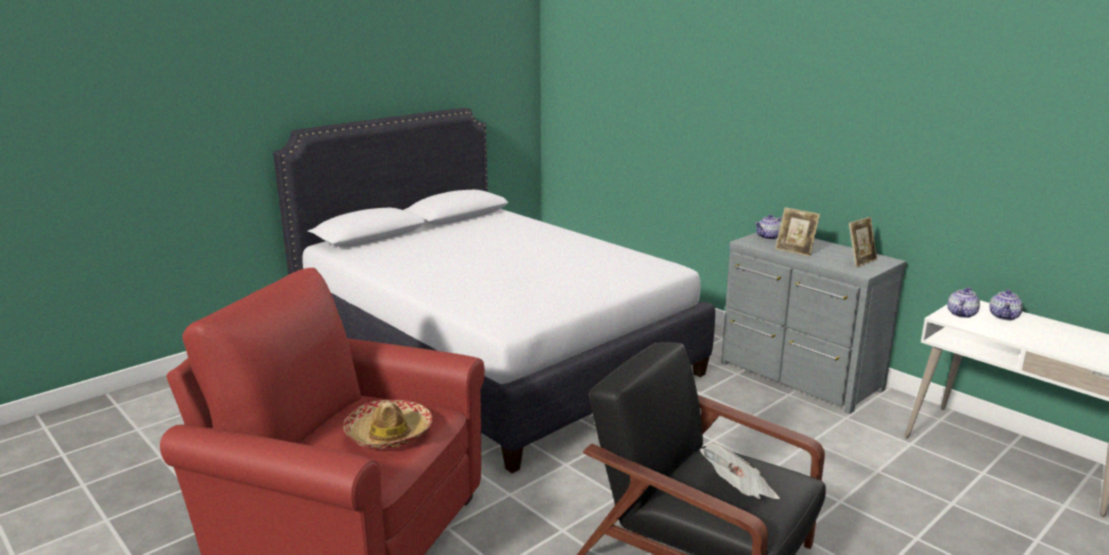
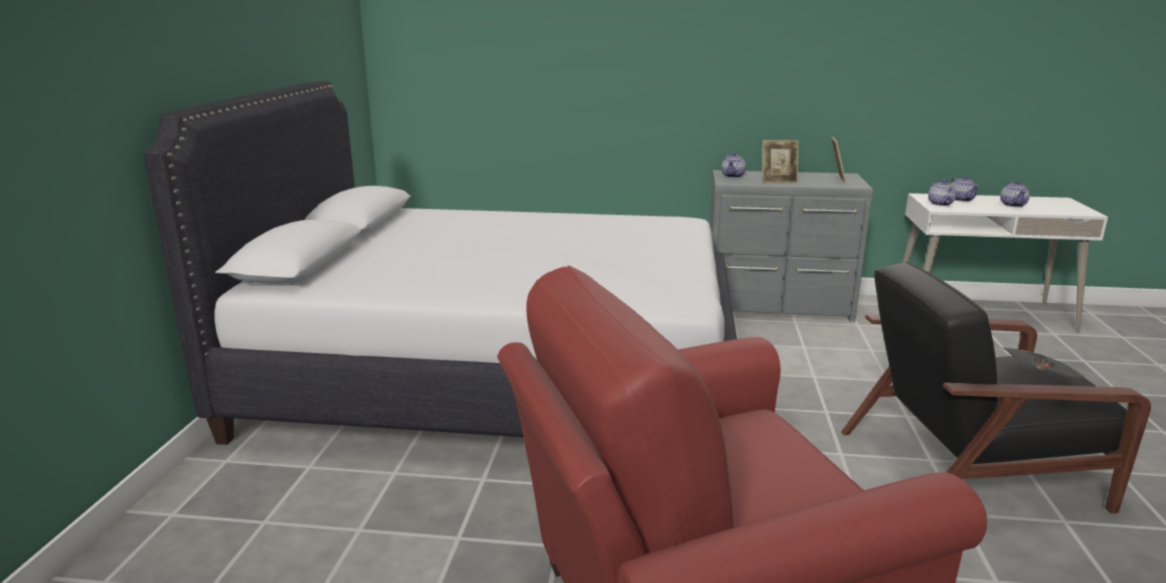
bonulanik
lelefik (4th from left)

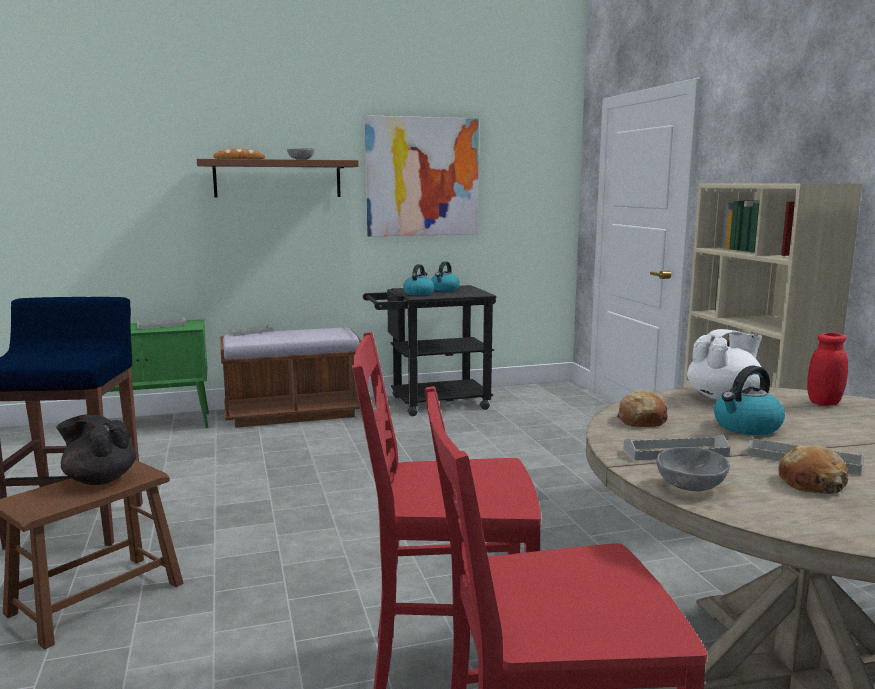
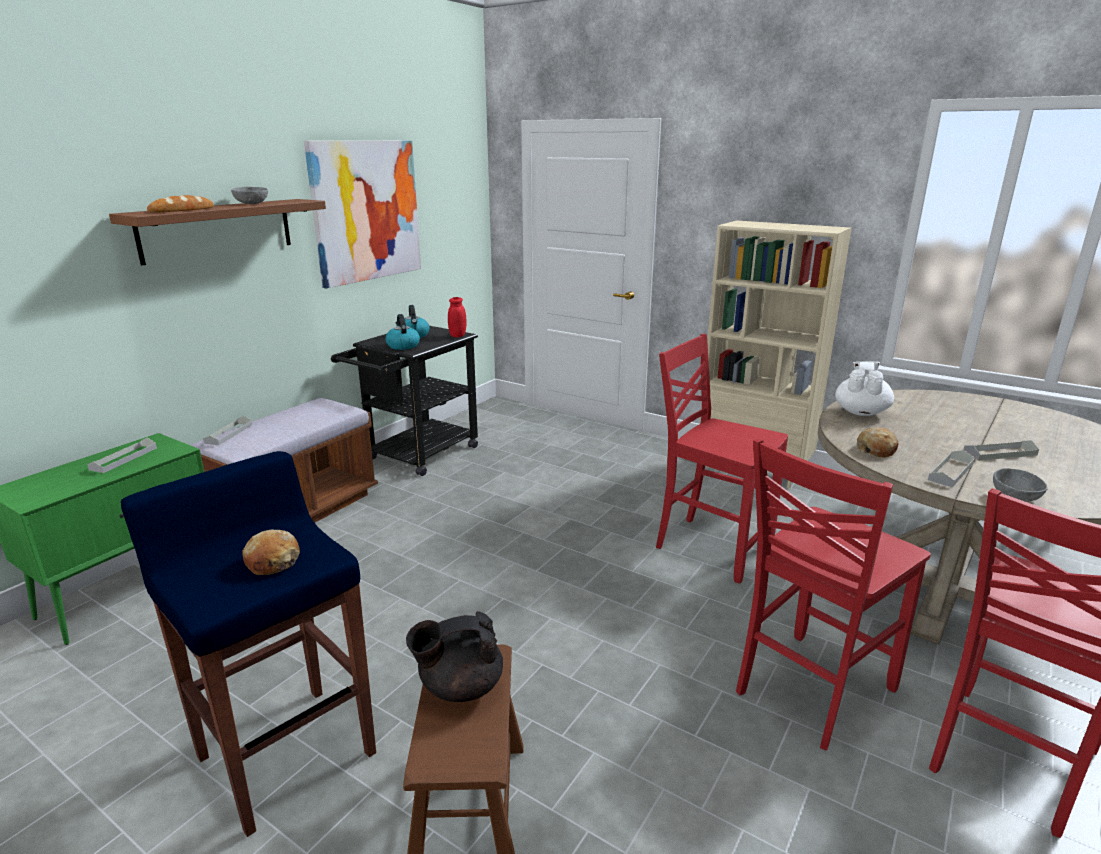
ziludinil (3rd from left in the first image)
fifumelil (2nd from left)
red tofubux
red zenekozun (1st from left)

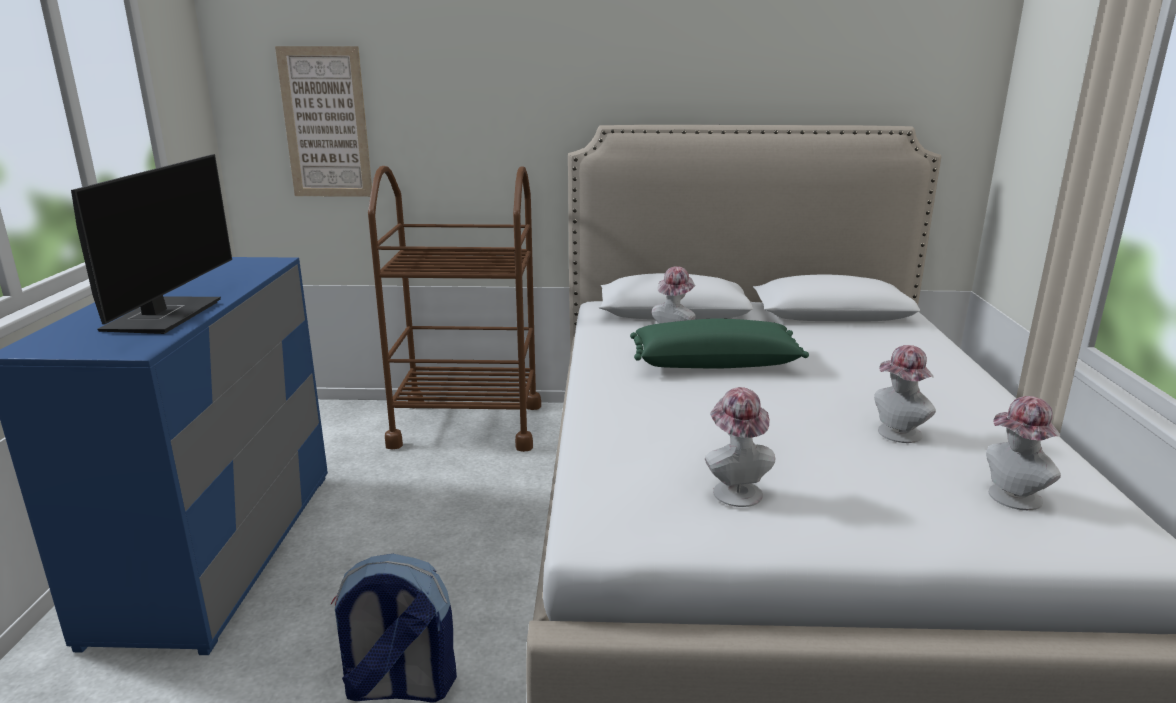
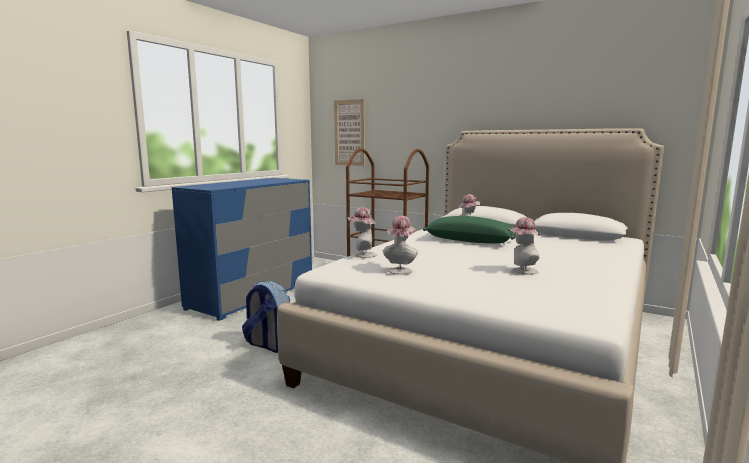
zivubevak
bonulanik (1st from left)

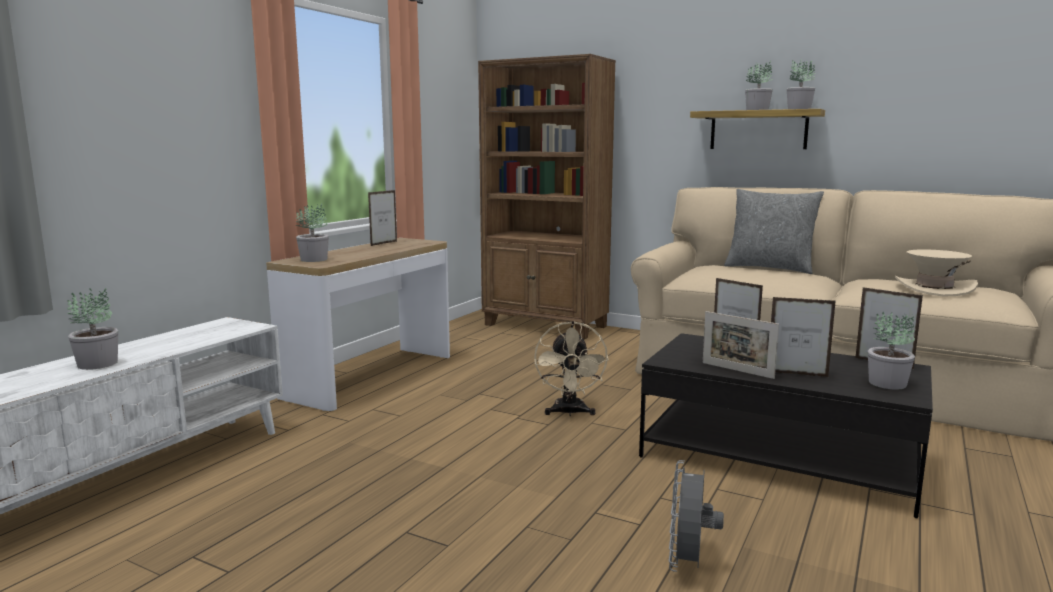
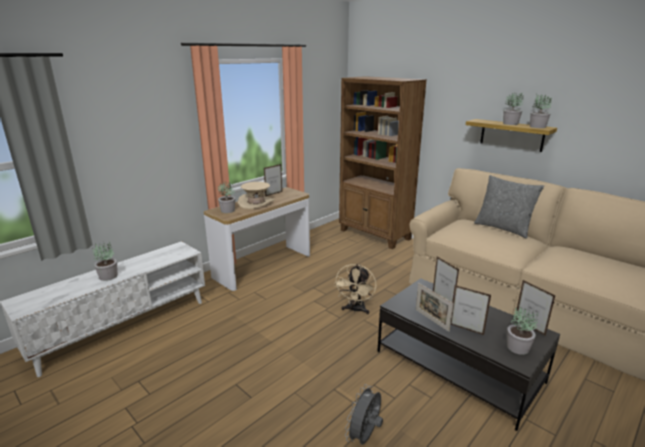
beige bonulanik

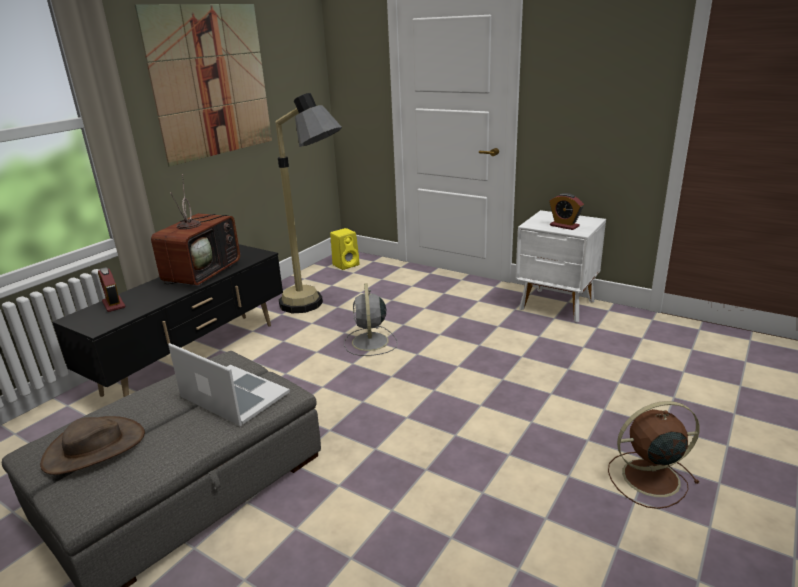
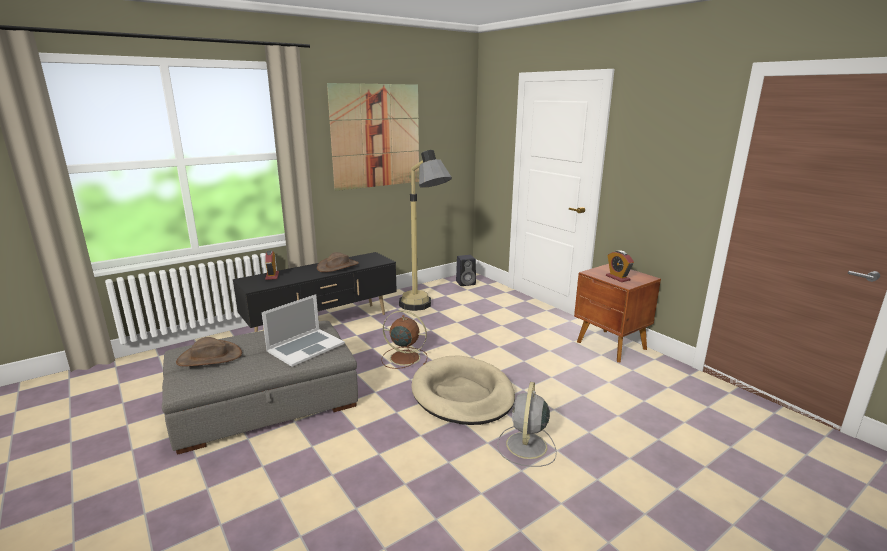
brown bonulanik (2nd from left)
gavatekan
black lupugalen
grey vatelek
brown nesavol
brown vatelek
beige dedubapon

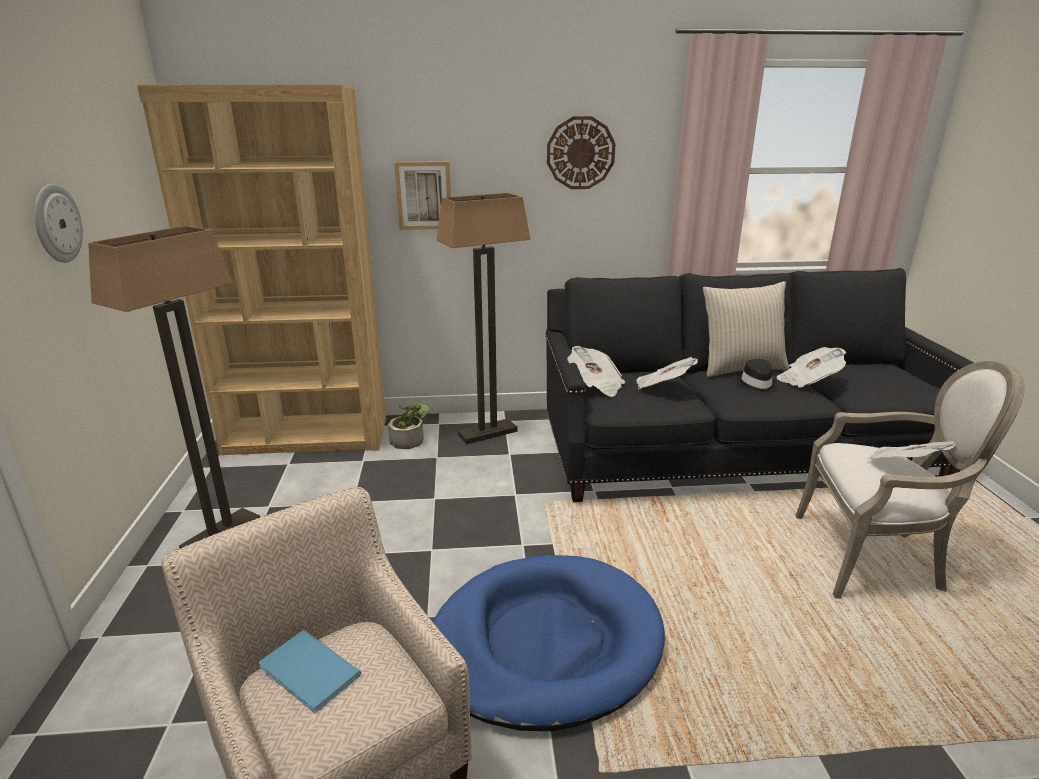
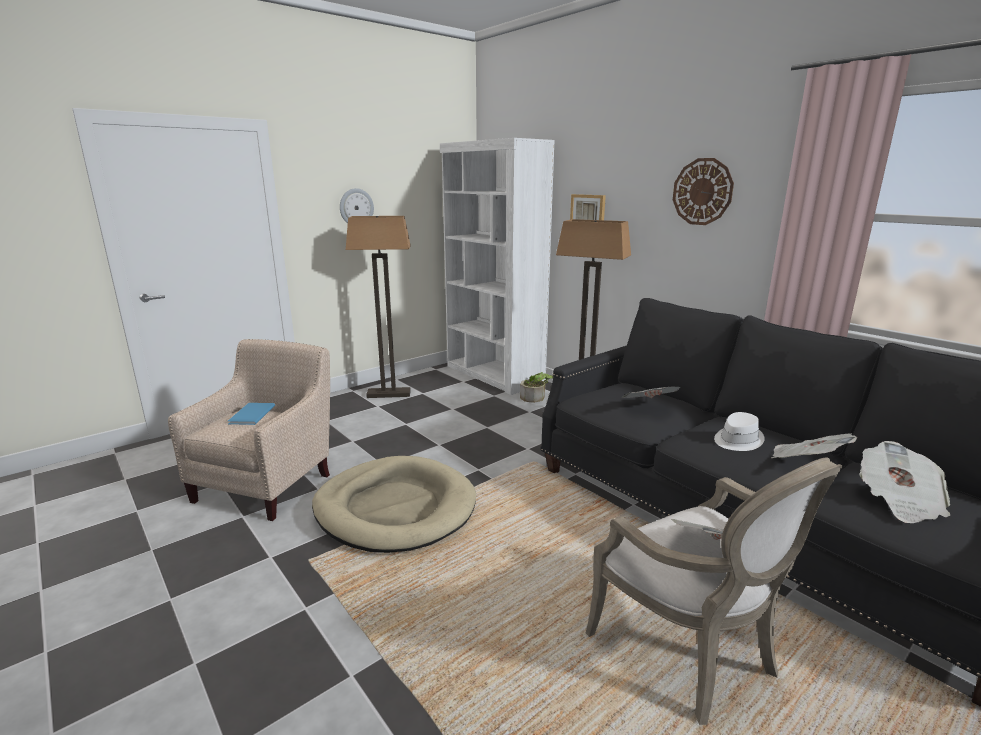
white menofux
beige dedubapon
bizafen (4th from left)
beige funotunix
white bonulanik

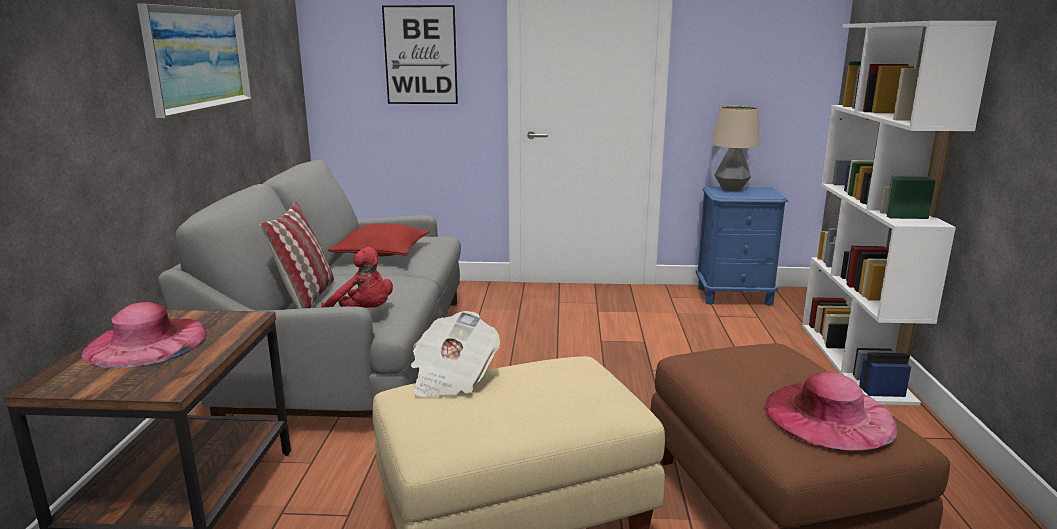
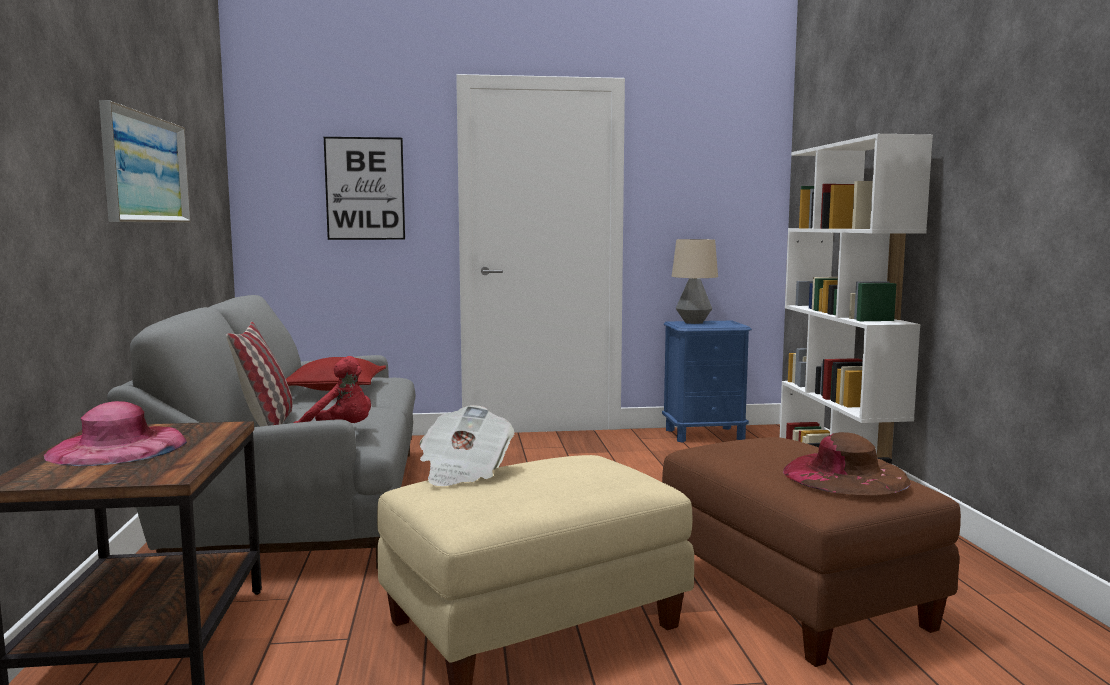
brown bonulanik

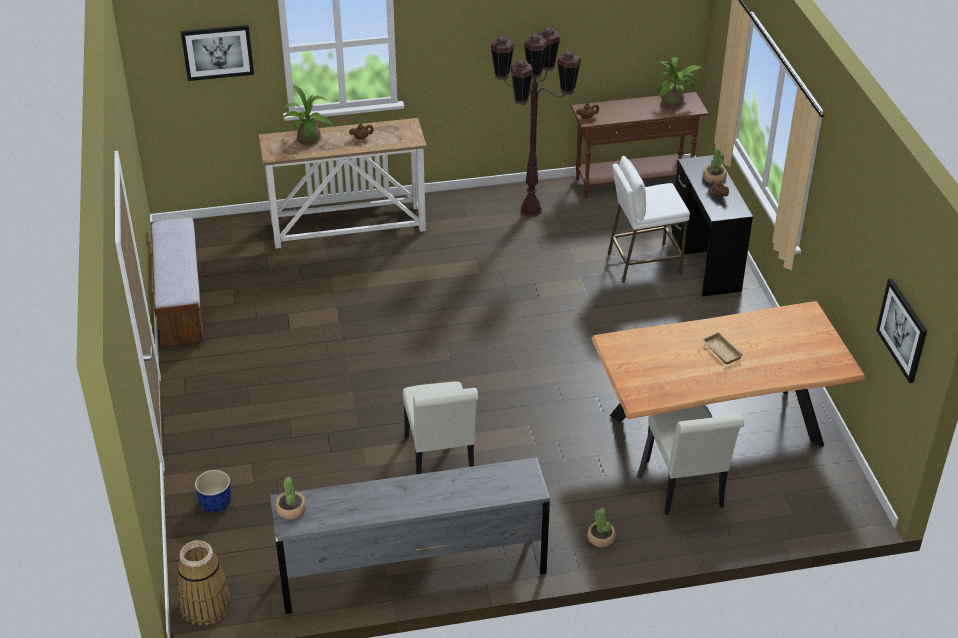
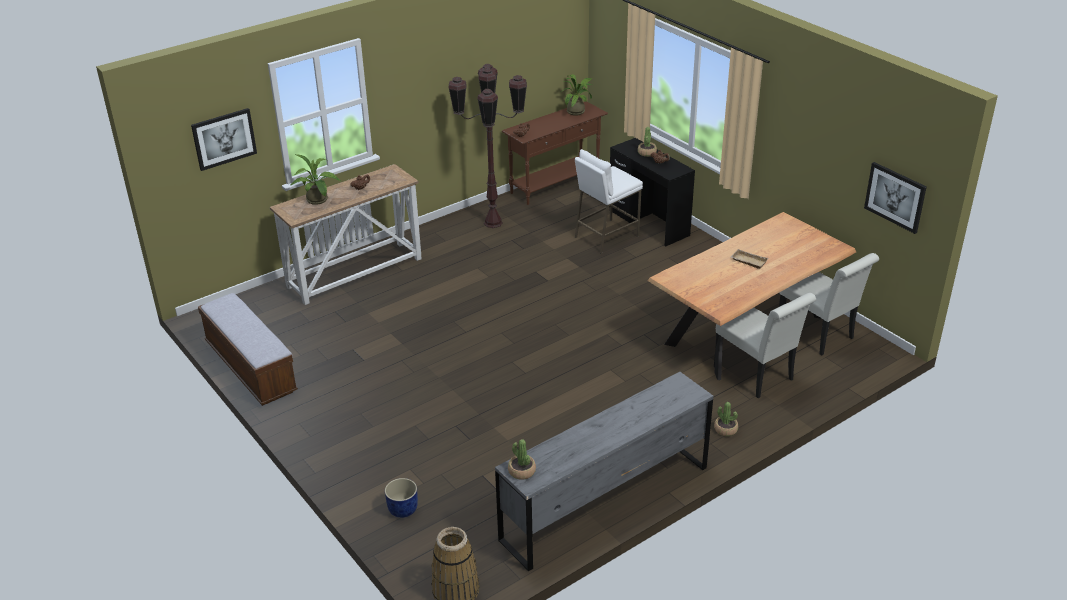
white zenekozun (2nd from left)

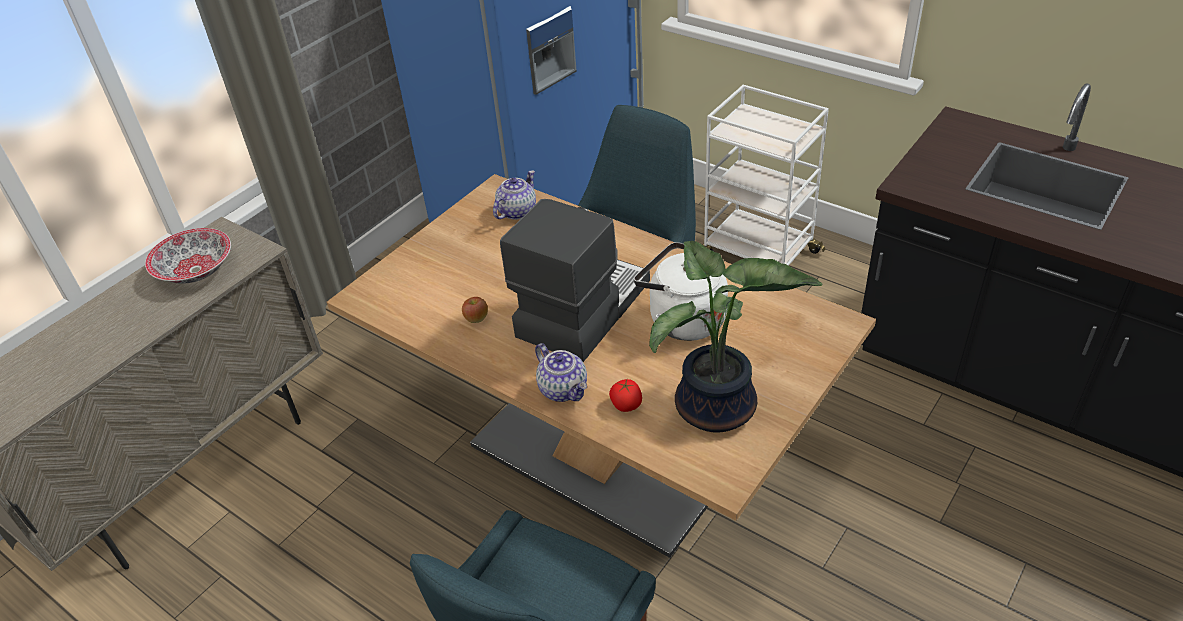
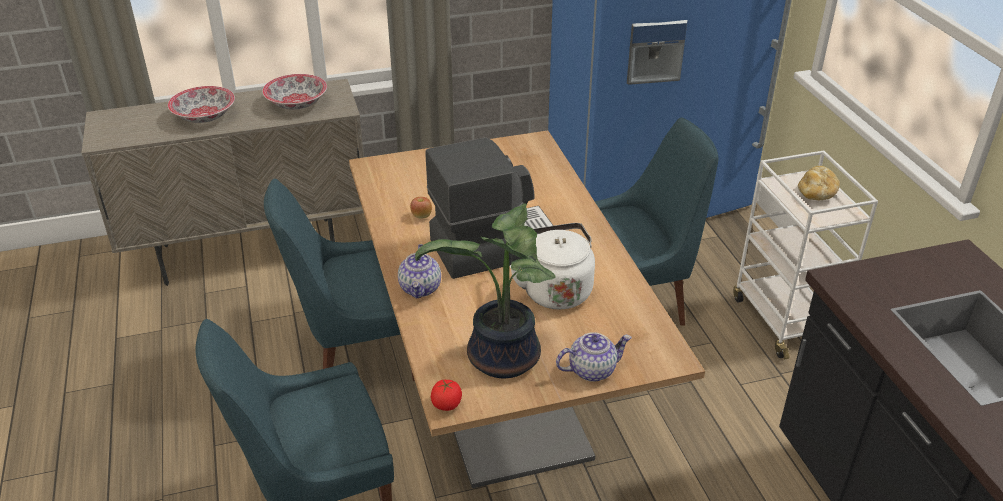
lelefik (2nd from left)
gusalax
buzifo (1st from left)
blue zenekozun (2nd from left)
fifumelil

